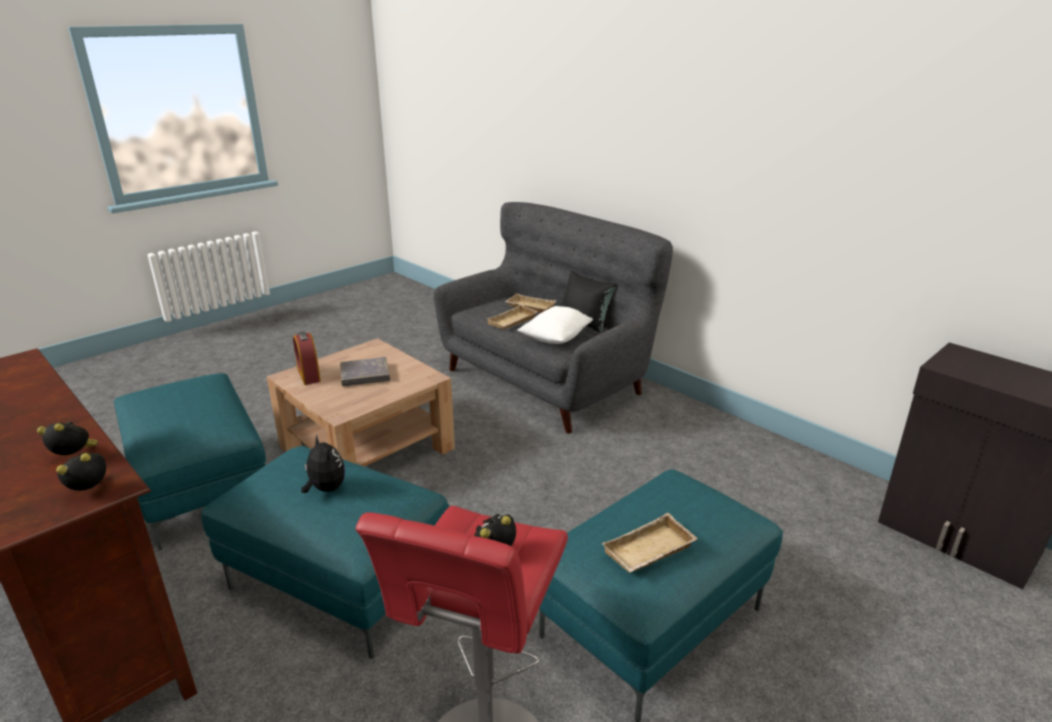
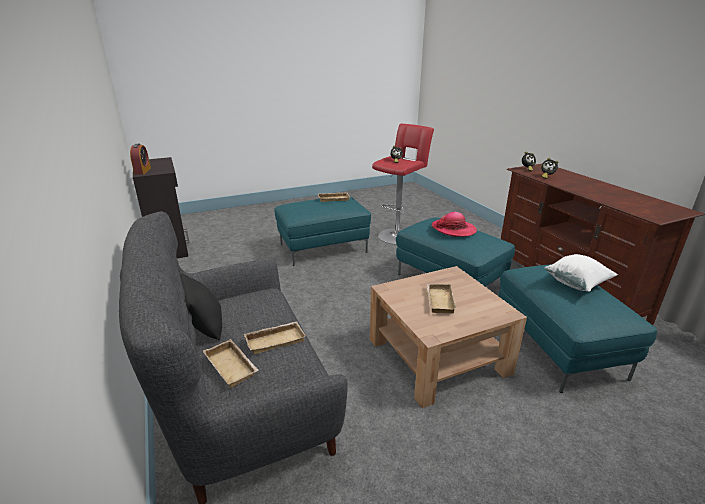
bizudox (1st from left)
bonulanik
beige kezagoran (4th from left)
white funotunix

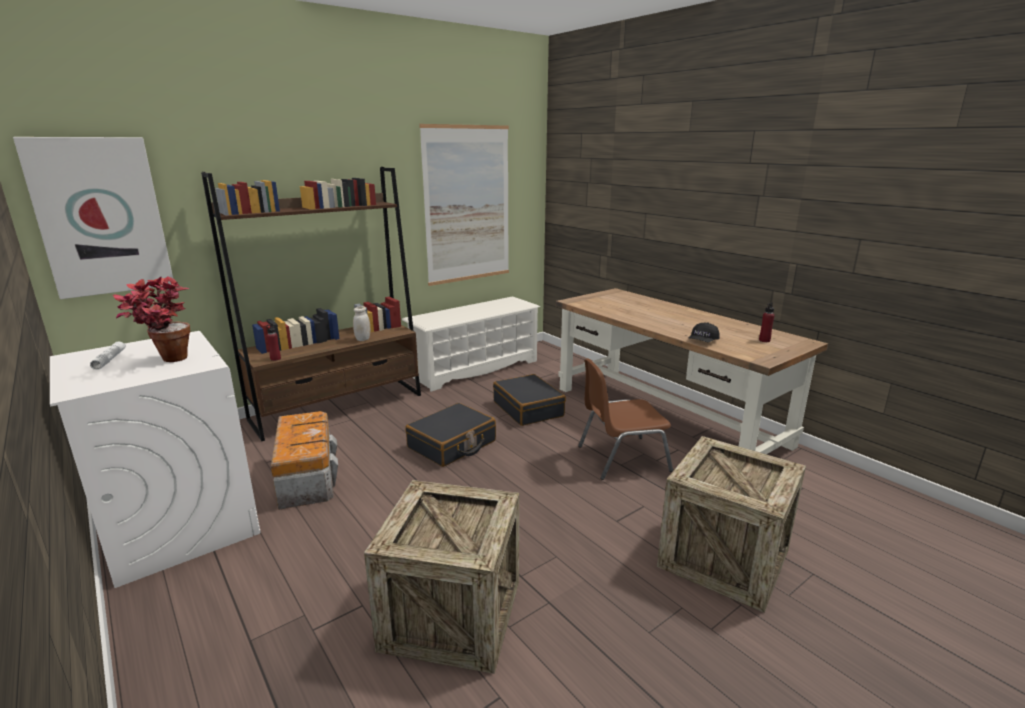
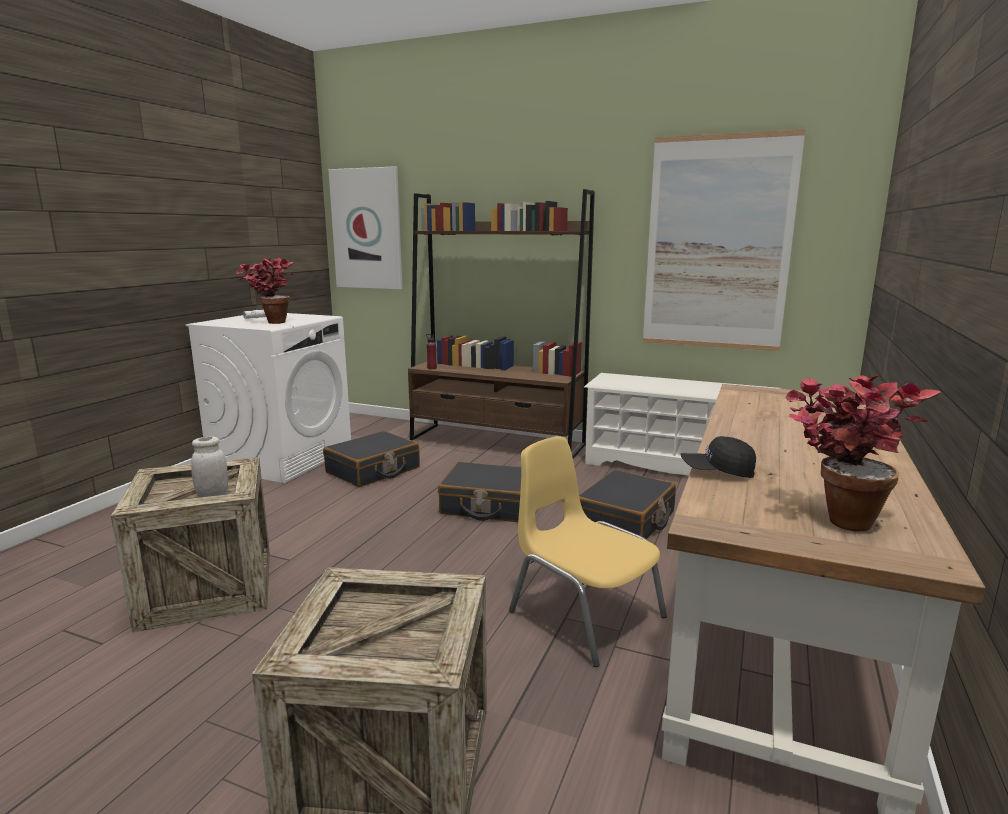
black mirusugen (1st from left)
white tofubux
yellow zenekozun
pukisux (2nd from left)

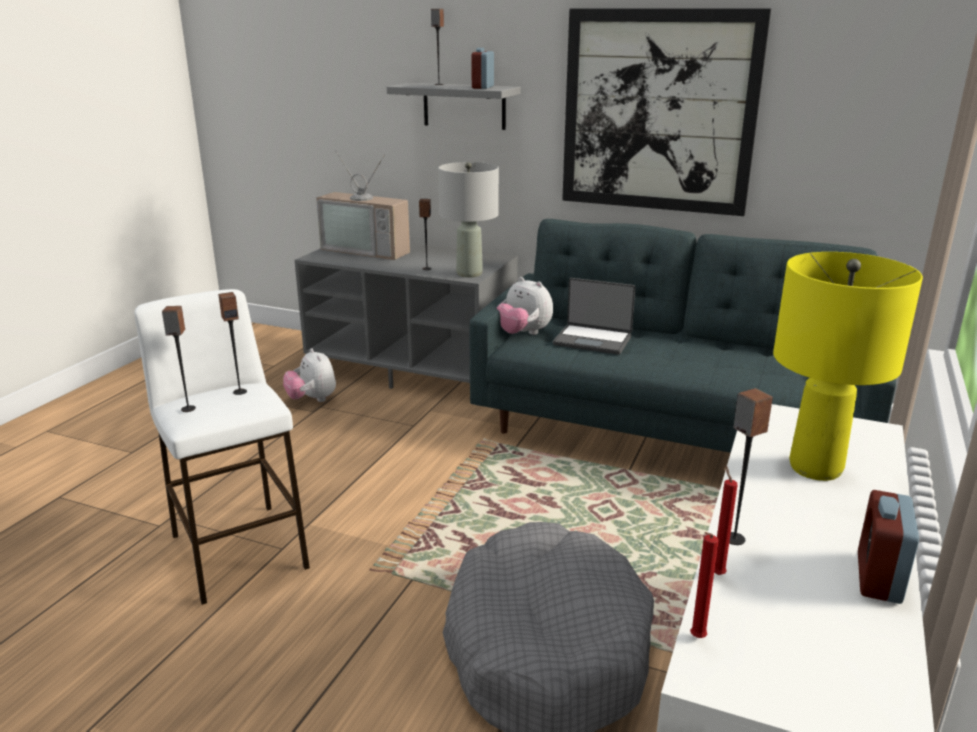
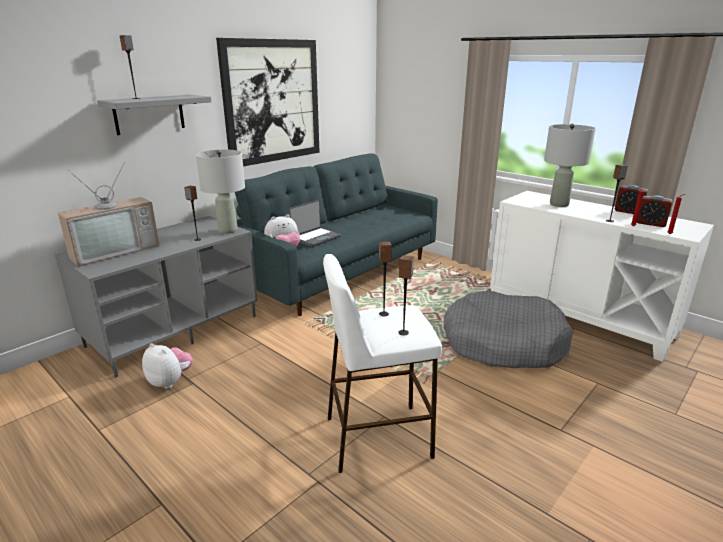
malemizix (1st from left)
bizudox (2nd from left)
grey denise (2nd from left)

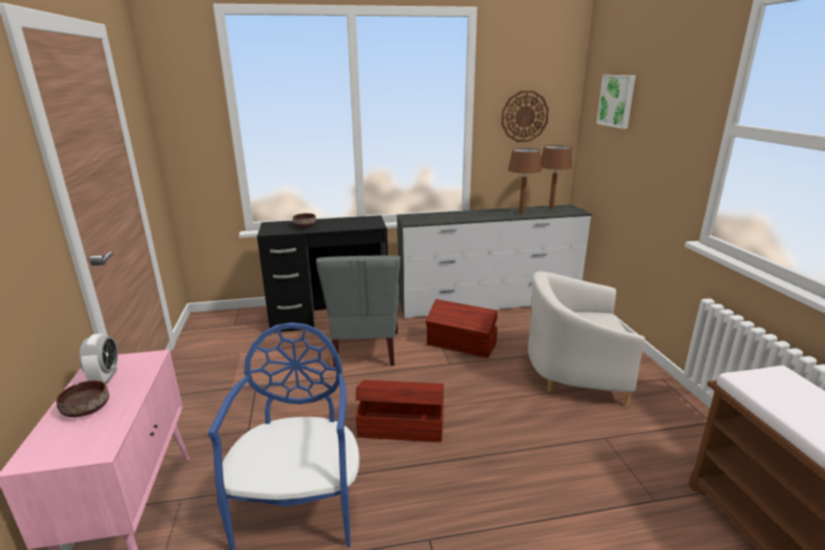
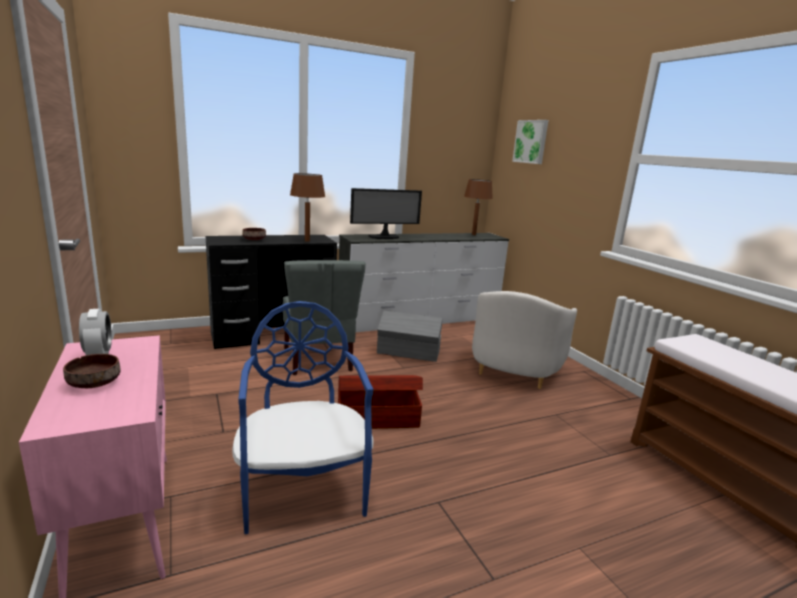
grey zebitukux
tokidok
brown denise (1st from left)
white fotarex
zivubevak

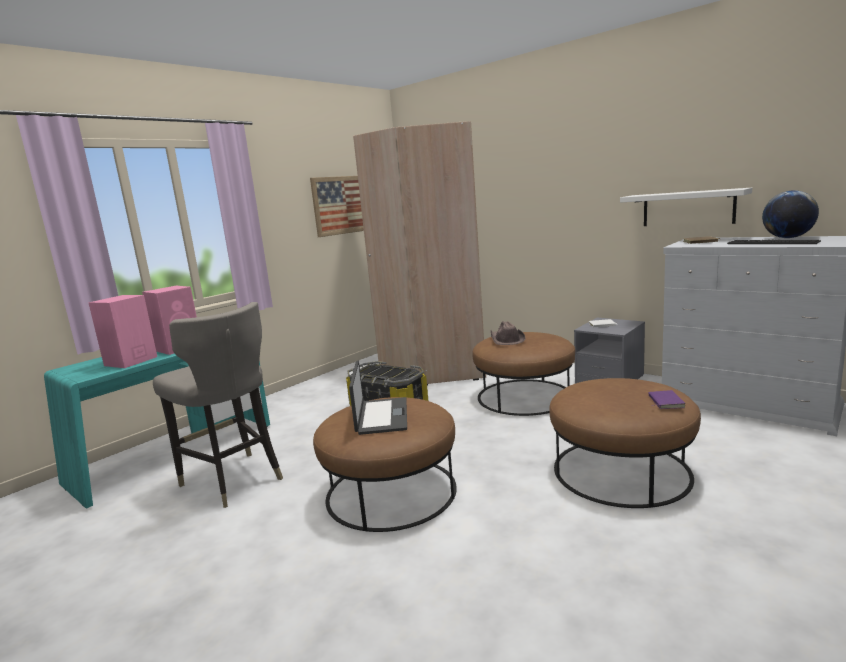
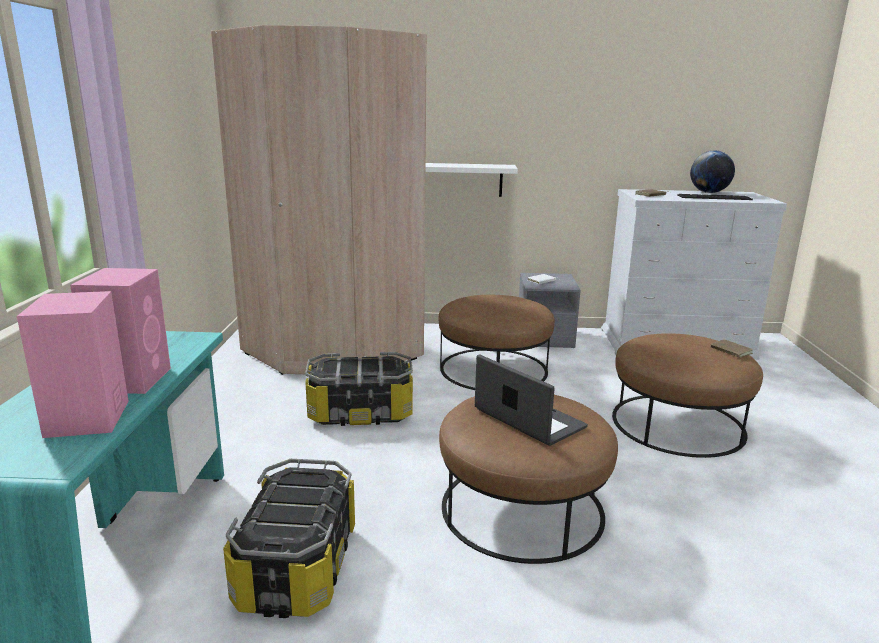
zebitukux (1st from left)
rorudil
brown bonulanik
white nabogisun
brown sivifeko (2nd from left)

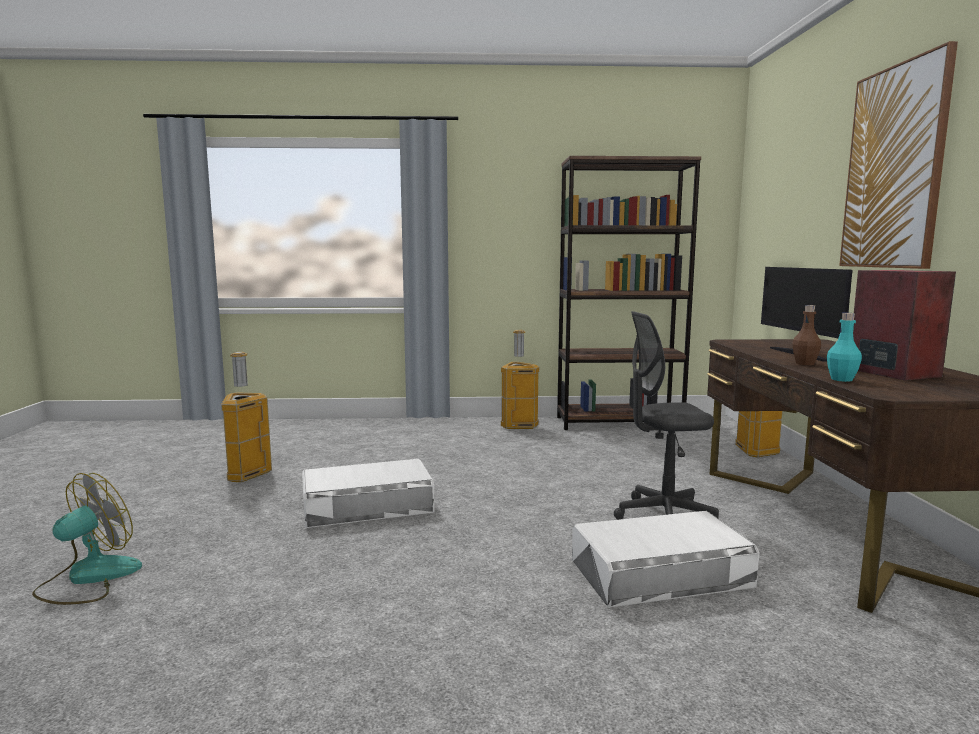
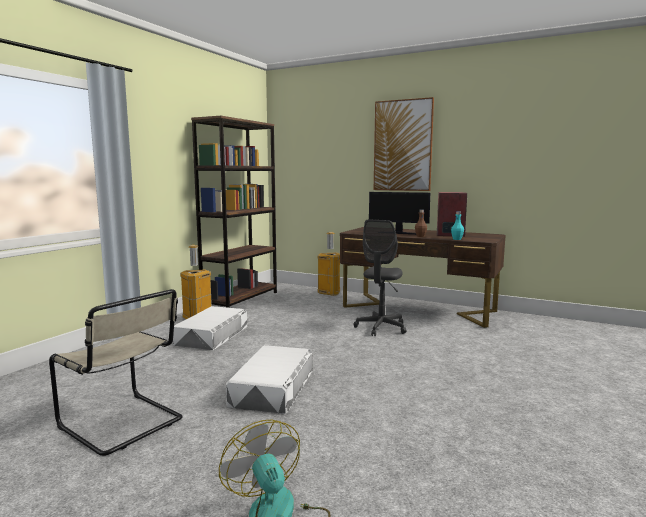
beige zenekozun
white zebitukux (1st from left)

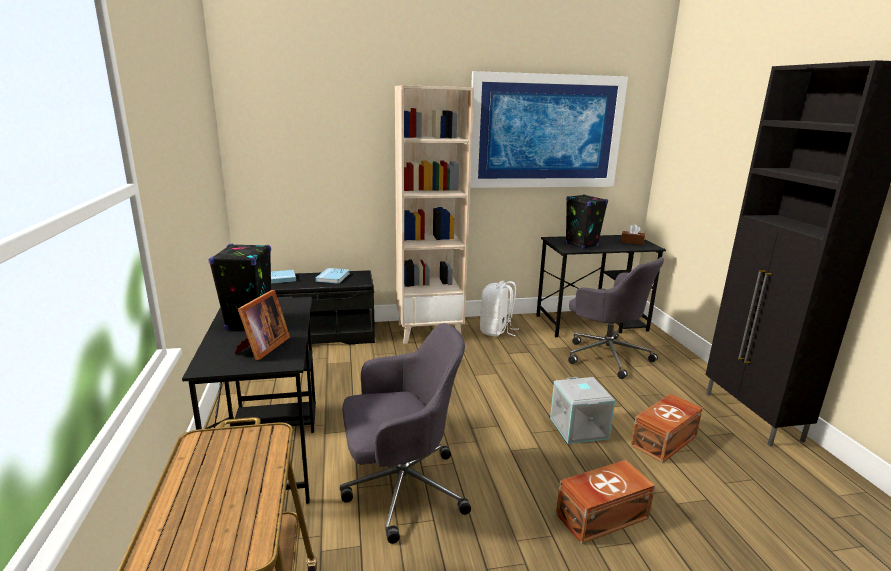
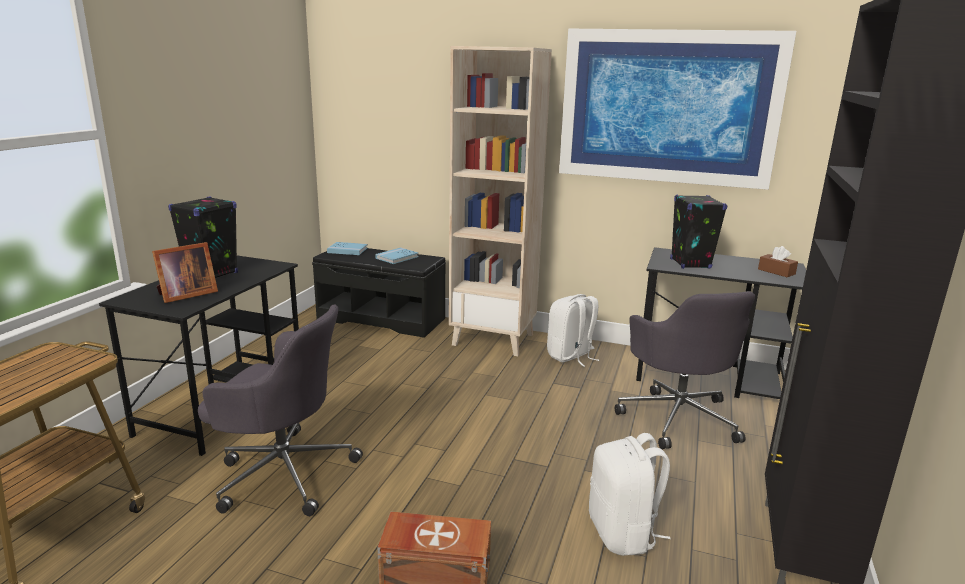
grey zebitukux
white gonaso (2nd from left)

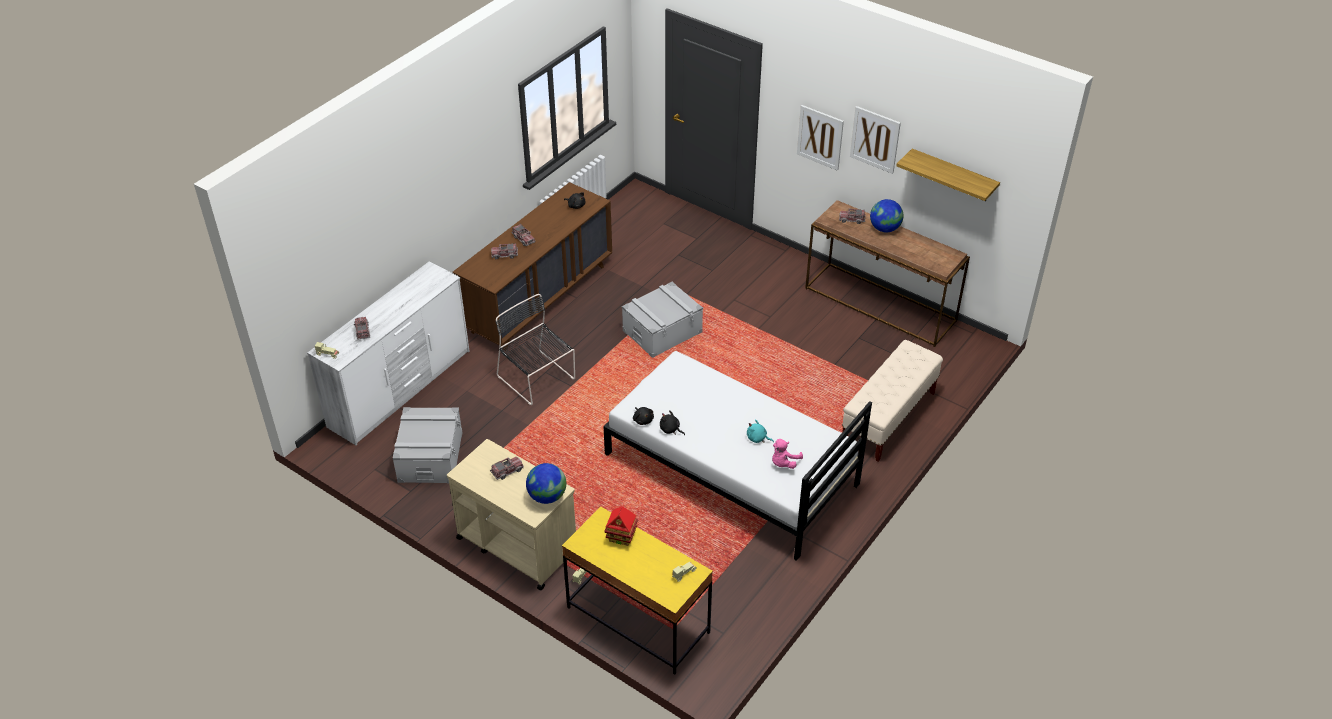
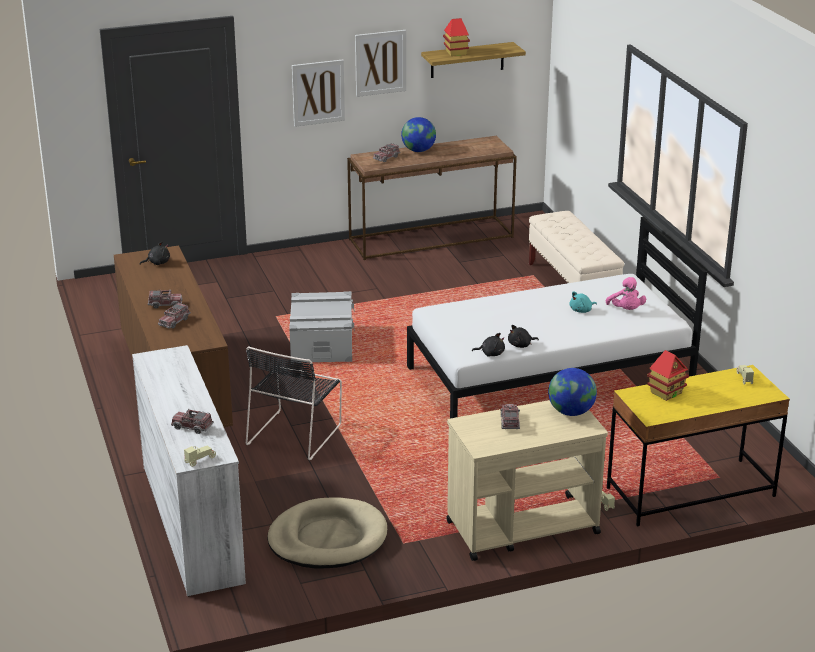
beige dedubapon
black zenekozun
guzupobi (1st from left)

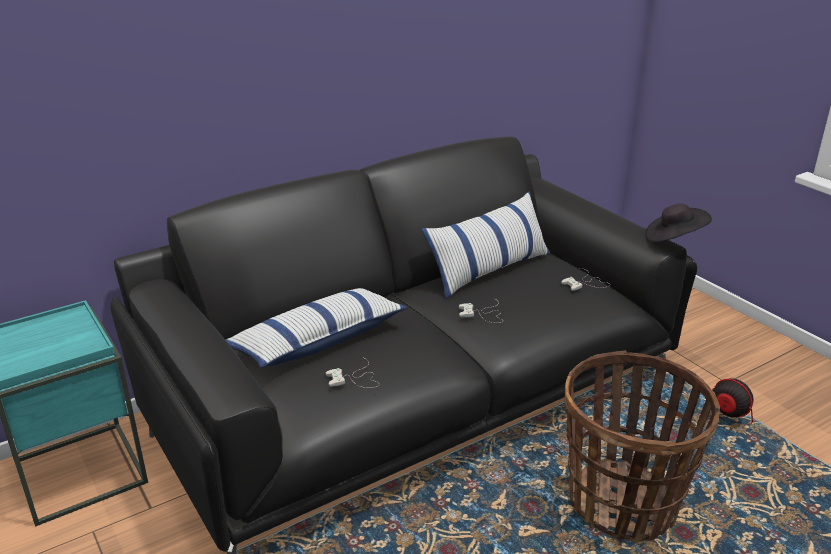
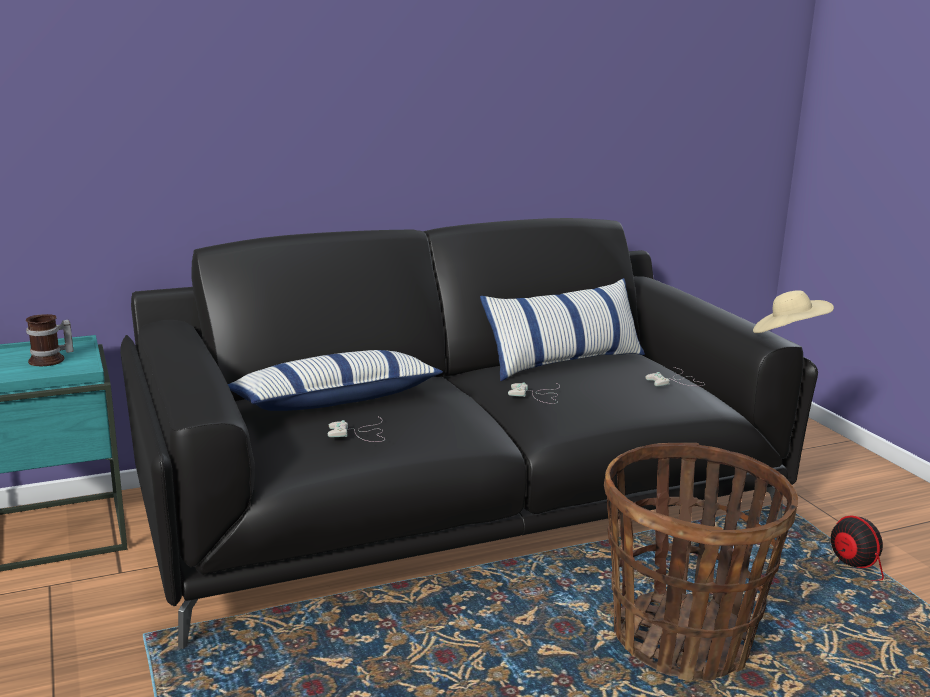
beige bonulanik
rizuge

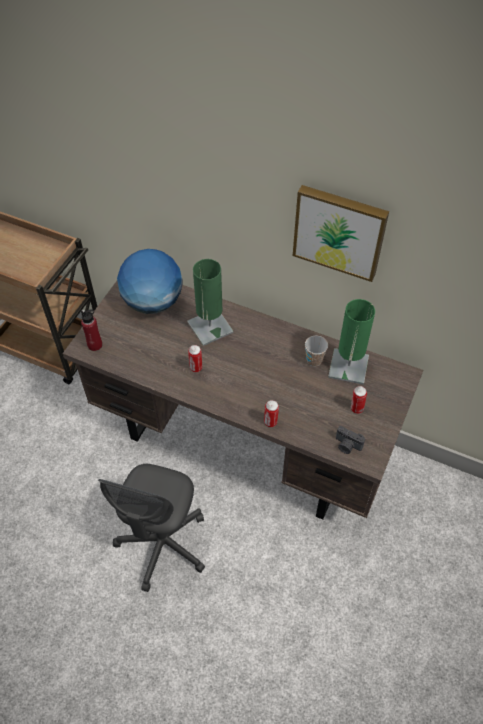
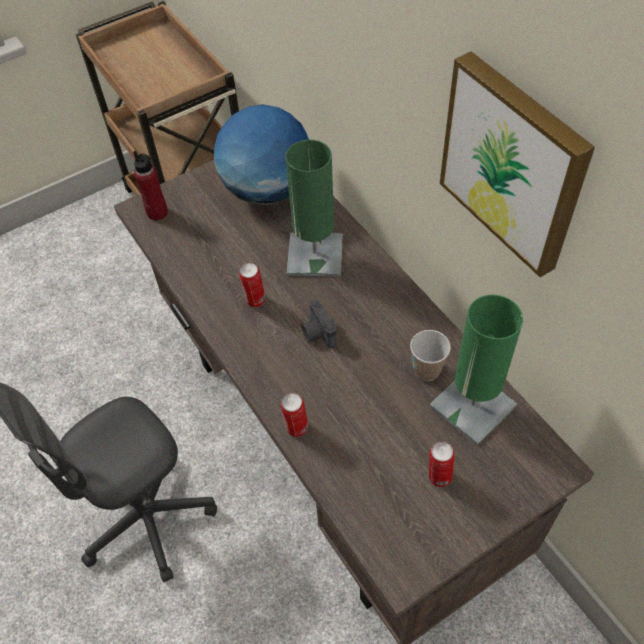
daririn

